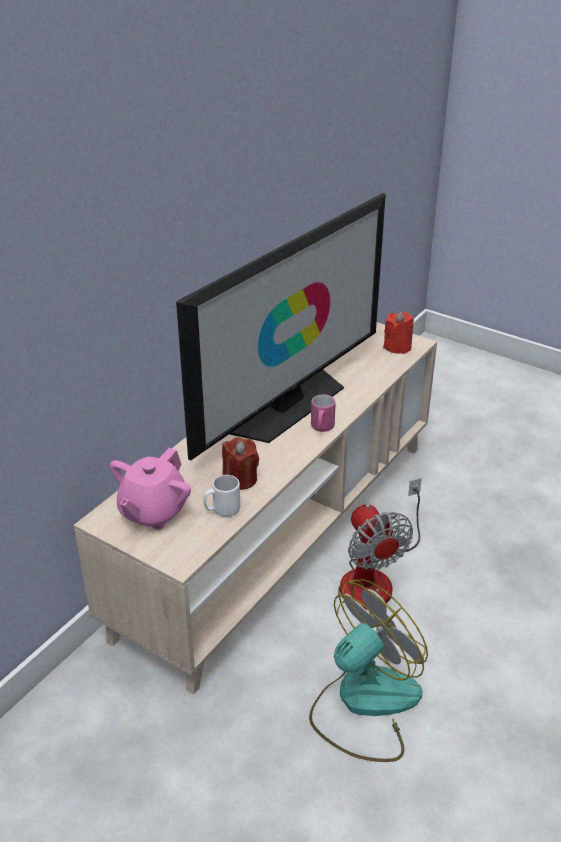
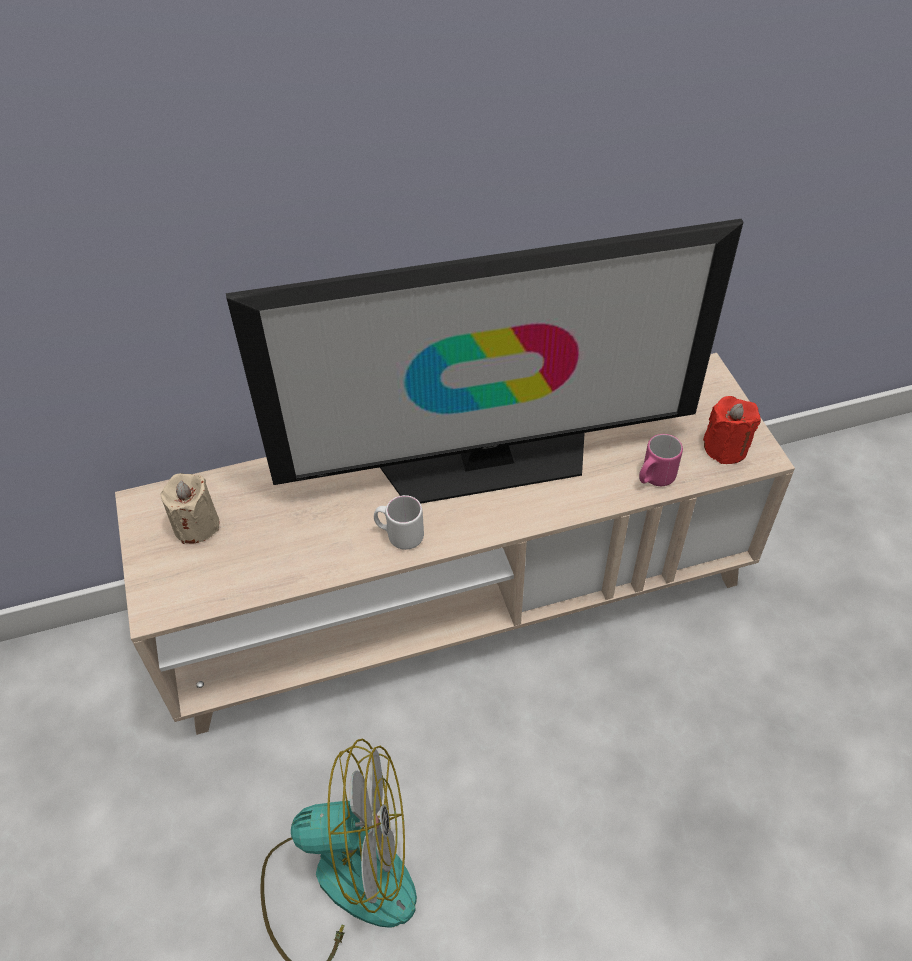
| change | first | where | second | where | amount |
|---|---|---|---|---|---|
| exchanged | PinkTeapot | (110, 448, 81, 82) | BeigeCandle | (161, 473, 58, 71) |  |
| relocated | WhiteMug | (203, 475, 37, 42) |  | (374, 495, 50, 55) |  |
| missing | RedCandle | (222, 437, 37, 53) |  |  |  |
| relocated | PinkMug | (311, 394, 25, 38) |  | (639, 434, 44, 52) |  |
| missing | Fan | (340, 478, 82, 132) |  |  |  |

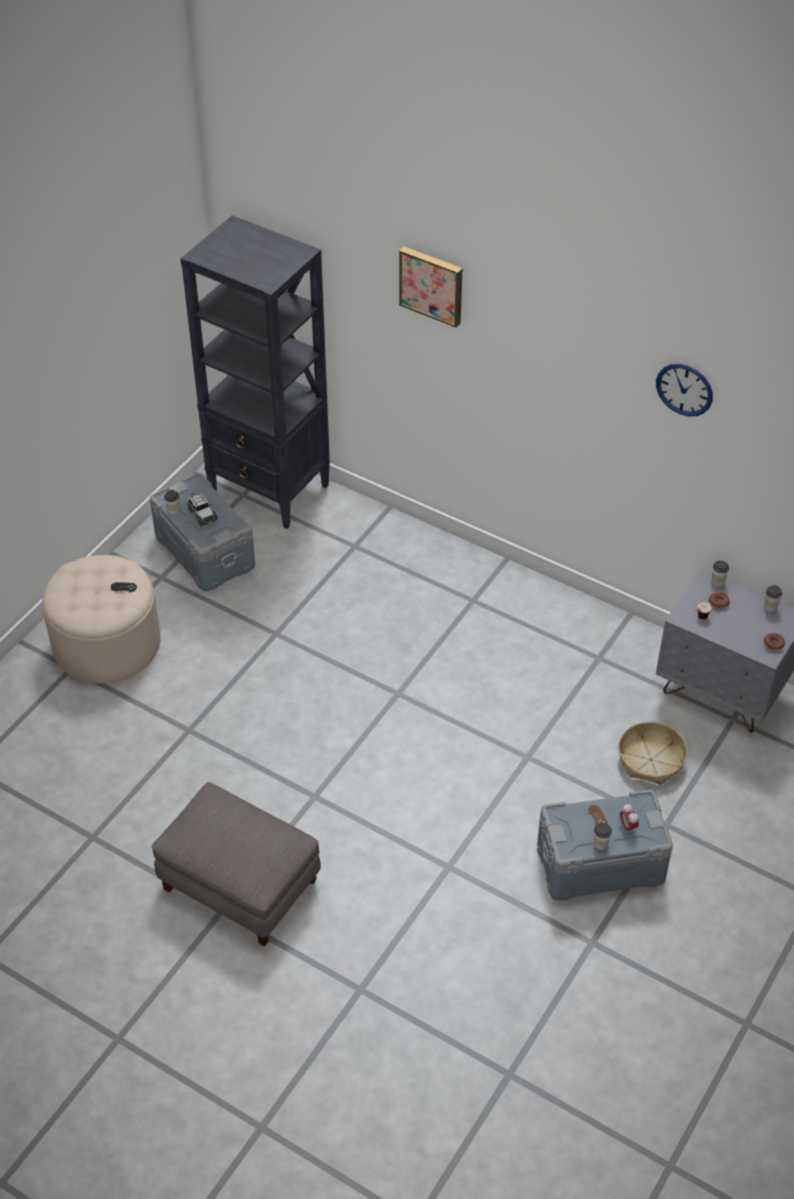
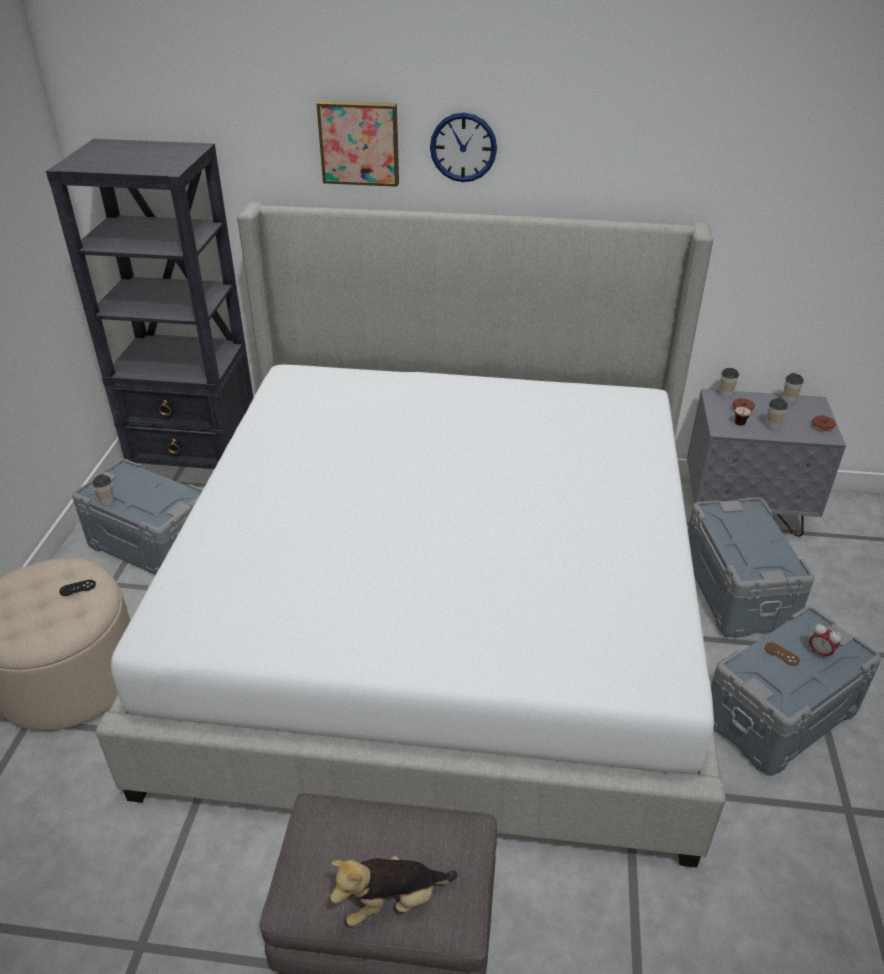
| change | first | where | second | where | amount |
|---|---|---|---|---|---|
| missing | ToyCar | (187, 492, 31, 34) |  |  |  |
| relocated | Cup | (594, 823, 18, 27) |  | (766, 398, 22, 32) |  |
| exchanged | Basket | (619, 722, 69, 63) | GreyStorageBox | (688, 497, 127, 141) |  |
| relocated | WallClock | (656, 364, 57, 52) |  | (430, 113, 67, 69) |  |
| appeared |  |  | Bed | (96, 202, 629, 665) |  |
| appeared |  |  | PlushToy | (330, 856, 128, 70) |  |

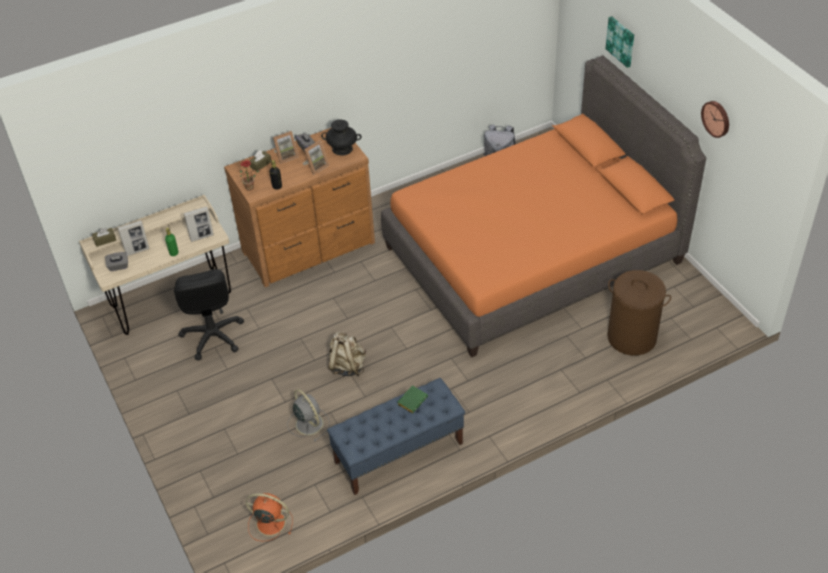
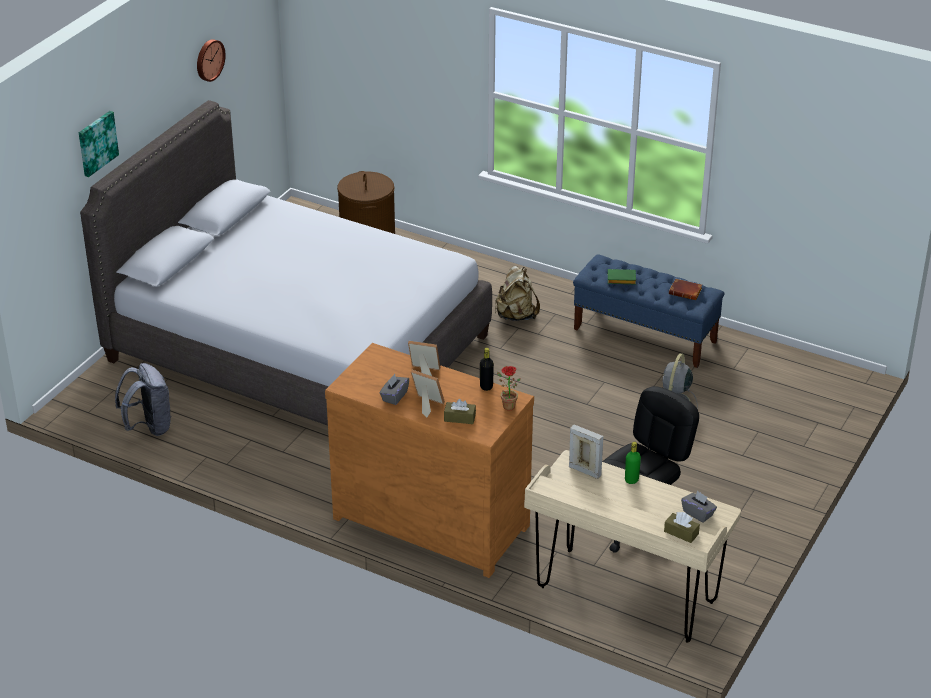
| change | first | where | second | where | amount |
|---|---|---|---|---|---|
| missing | PictureFrame | (118, 220, 31, 36) |  |  |  |
| missing | OrangeFan | (246, 493, 47, 49) |  |  |  |
| missing | BlackVase | (321, 120, 41, 36) |  |  |  |
| relocated | BeigeBackpack | (328, 332, 38, 44) |  | (495, 266, 45, 55) |  |
| colour | OrangeBed | (381, 55, 325, 302) | GreyBed | (80, 100, 412, 326) |  |
| appeared |  |  | BrownBook | (669, 279, 33, 21) |  |

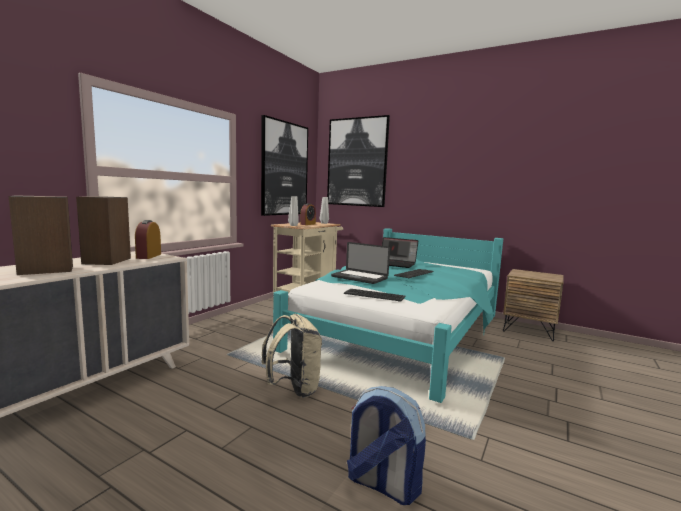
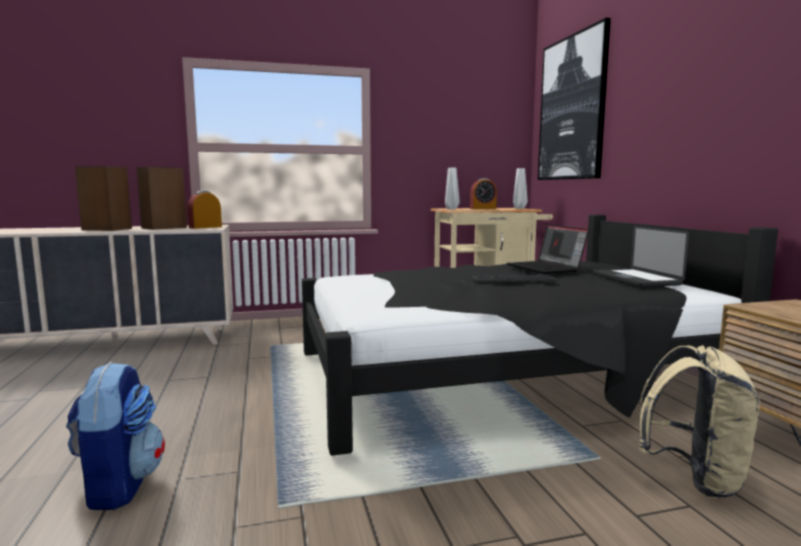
| change | first | where | second | where | amount |
|---|---|---|---|---|---|
| missing | Picture | (261, 115, 47, 101) |  |  |  |
| relocated | BeigeBackpack | (261, 314, 61, 84) |  | (639, 345, 121, 153) |  |
| colour | TurquoiseBed | (273, 228, 230, 175) | BlackBed | (302, 215, 476, 241) |  |
| relocated | Laptop | (331, 242, 59, 42) |  | (593, 226, 96, 61) |  |
| missing | Keyboard | (344, 289, 61, 13) |  |  |  |

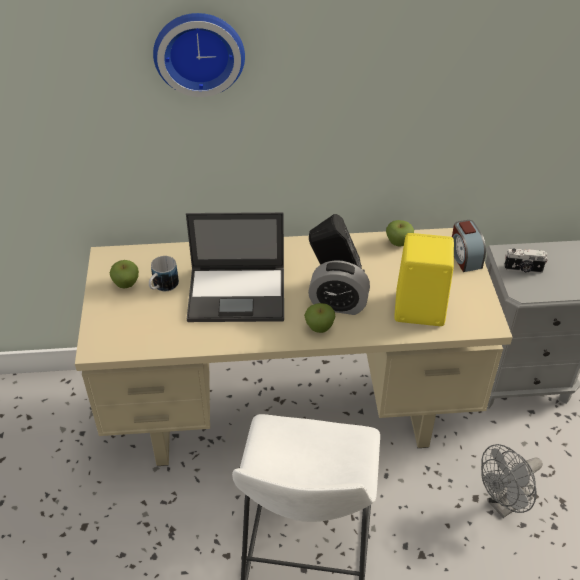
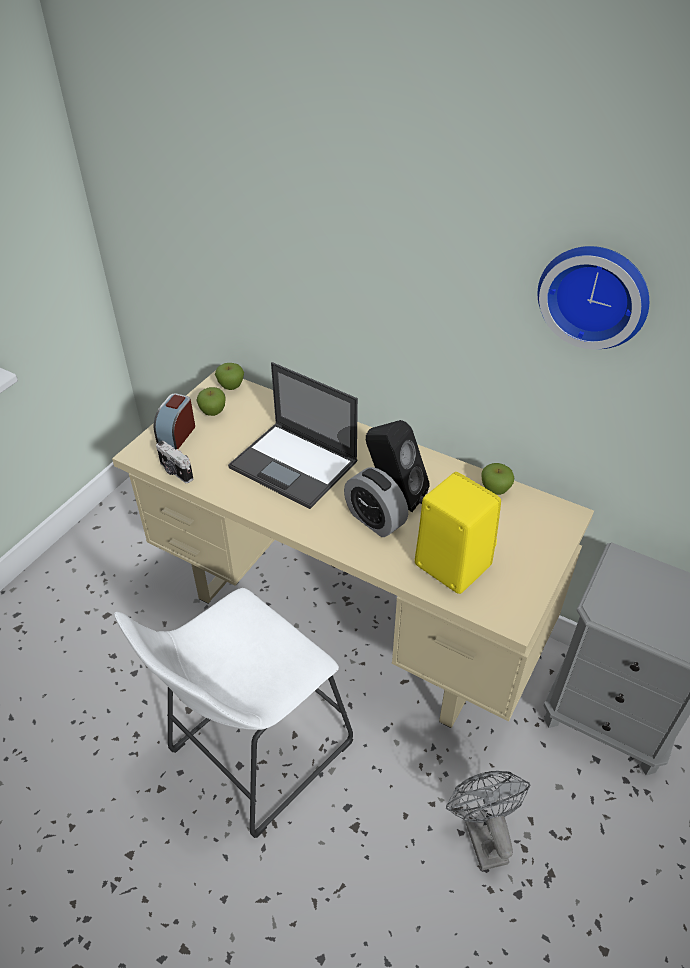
| change | first | where | second | where | amount |
|---|---|---|---|---|---|
| missing | Mug | (149, 256, 30, 35) |  |  |  |
| relocated | WallClock | (153, 13, 92, 84) |  | (538, 246, 111, 103) |  |
| relocated | Apple | (304, 303, 32, 30) |  | (215, 363, 29, 27) |  |
| relocated | AlarmClock | (452, 220, 34, 52) |  | (154, 393, 41, 56) |  |
| spun | GreyFan | (481, 444, 62, 74) |  | (446, 771, 85, 100) | 75 degrees clockwise |
| relocated | PhotoCamera | (504, 248, 44, 25) |  | (156, 441, 37, 42) |  |

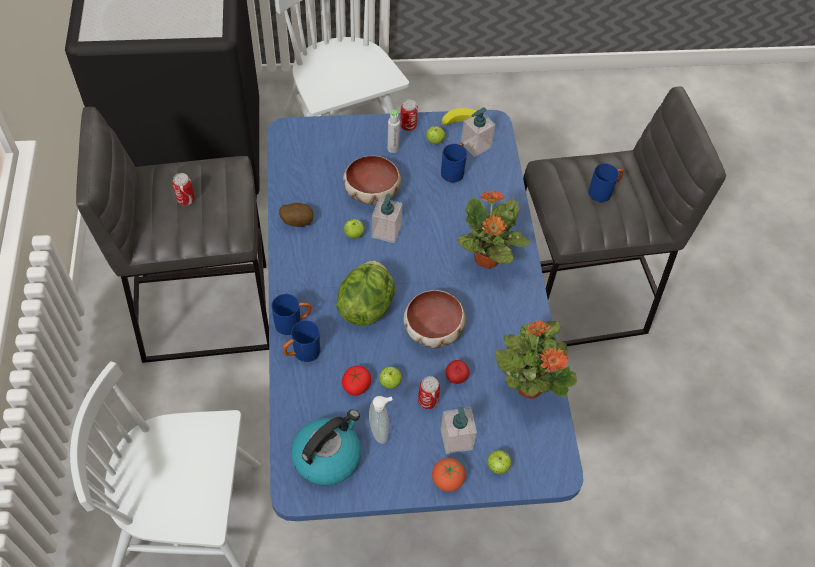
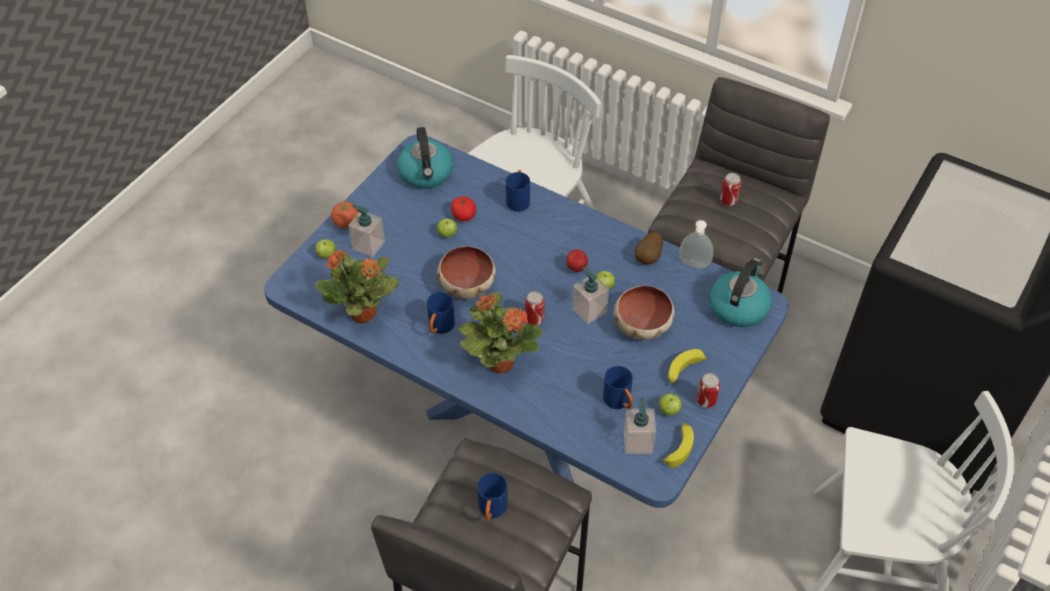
| change | first | where | second | where | amount |
|---|---|---|---|---|---|
| relocated | BlueMug | (271, 294, 40, 41) |  | (427, 292, 28, 42) |  |
| missing | Lettuce | (336, 261, 59, 65) |  |  |  |
| relocated | SoapDispenser | (369, 396, 23, 48) |  | (679, 220, 34, 49) |  |
| exchanged | GreyBottle | (387, 110, 13, 43) | Banana | (668, 349, 40, 35) |  |
| relocated | Can | (418, 376, 22, 33) |  | (525, 291, 20, 34) |  |
| relocated | Apple | (446, 360, 23, 24) |  | (566, 250, 22, 22) |  |
| appeared |  |  | Kettle | (709, 258, 63, 69) |  |

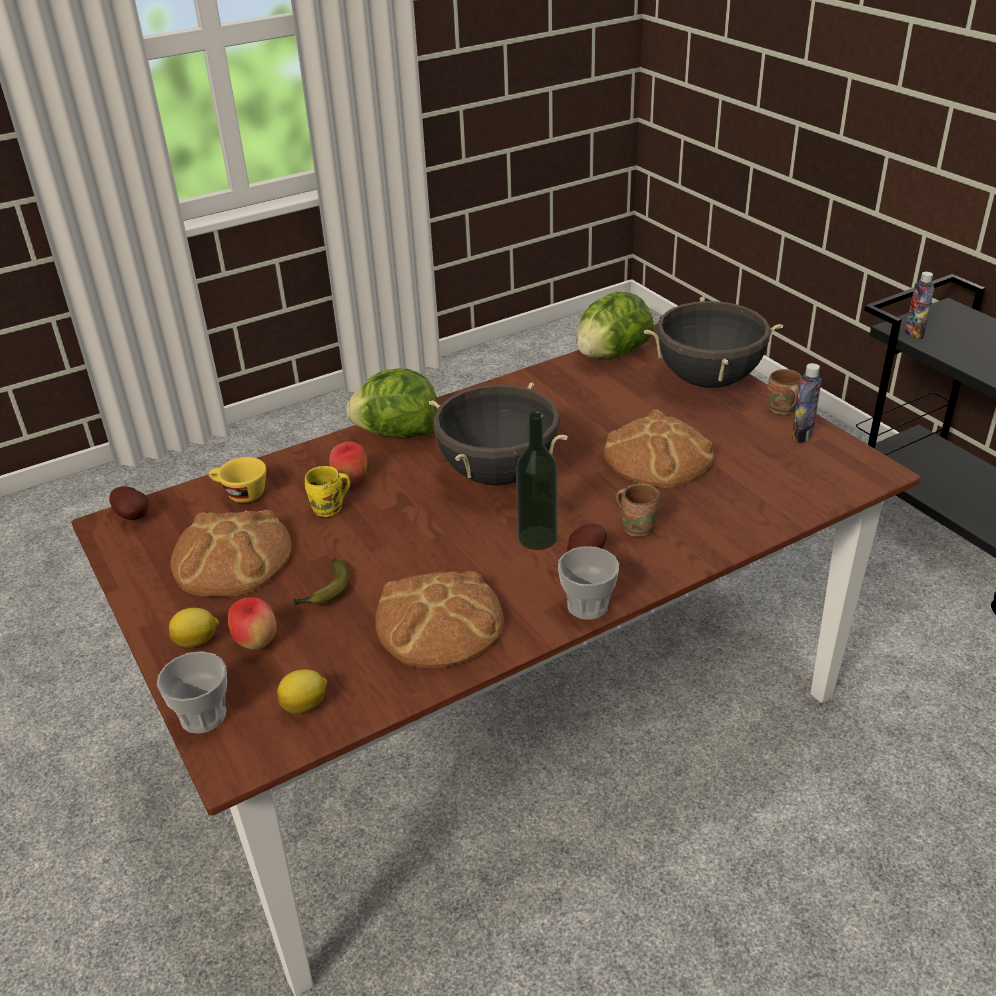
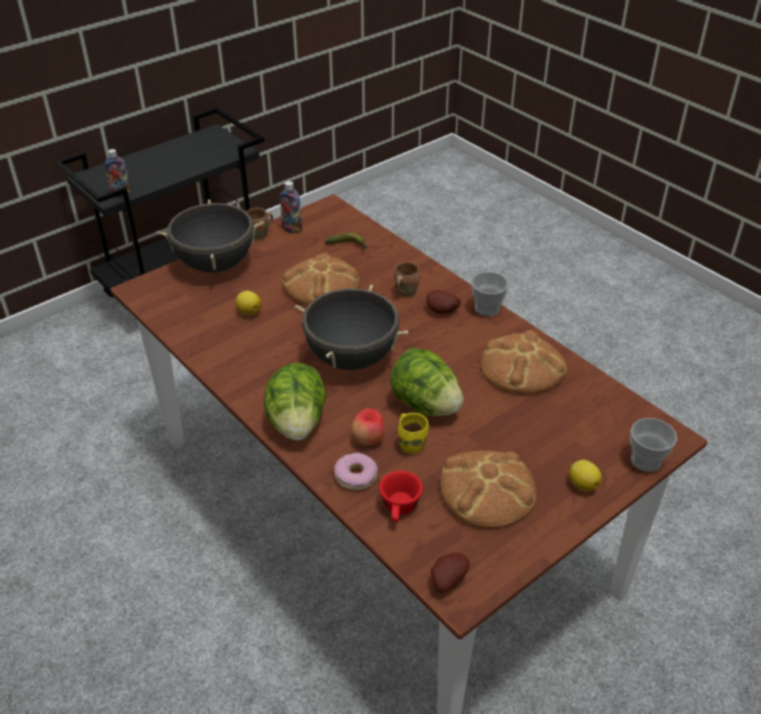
| change | first | where | second | where | amount |
|---|---|---|---|---|---|
| colour | YellowCup | (209, 457, 57, 46) | RedCup | (379, 471, 44, 51) |  |
| missing | Apple | (228, 597, 49, 53) |  |  |  |
| relocated | Lemon | (277, 670, 50, 44) |  | (236, 291, 25, 24) |  |
| relocated | Banana | (293, 558, 56, 47) |  | (325, 233, 42, 16) |  |
| missing | Bottle | (516, 412, 42, 138) |  |  |  |
| relocated | Lettuce | (576, 292, 78, 68) |  | (390, 348, 74, 68) |  |
| appeared |  |  | Donut | (334, 453, 44, 37) |  |

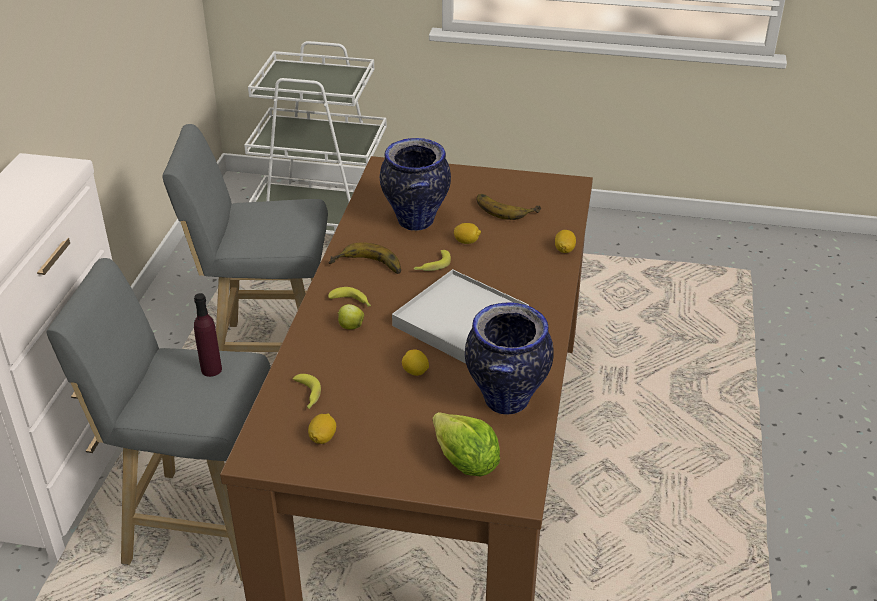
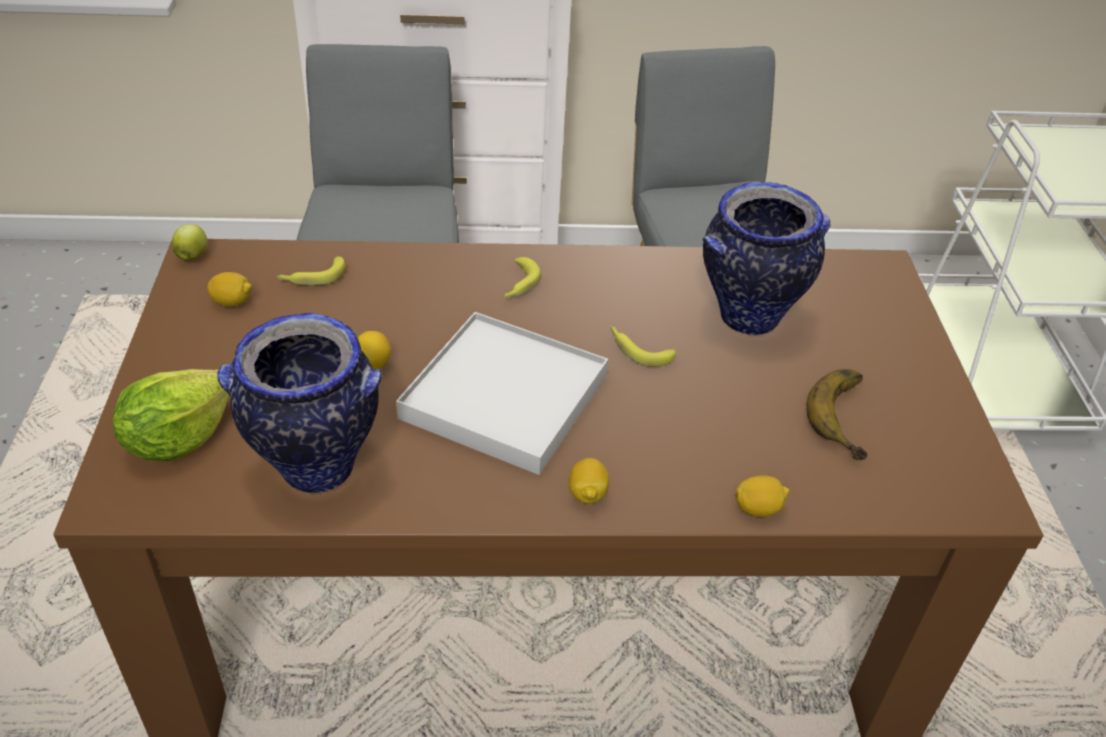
| change | first | where | second | where | amount |
|---|---|---|---|---|---|
| missing | PurpleBottle | (194, 293, 28, 84) |  |  |  |
| missing | Banana | (329, 242, 72, 32) |  |  |  |
| relocated | Apple | (338, 304, 26, 25) |  | (172, 224, 36, 37) |  |
| relocated | Lemon | (454, 223, 27, 21) |  | (569, 458, 40, 46) |  |

